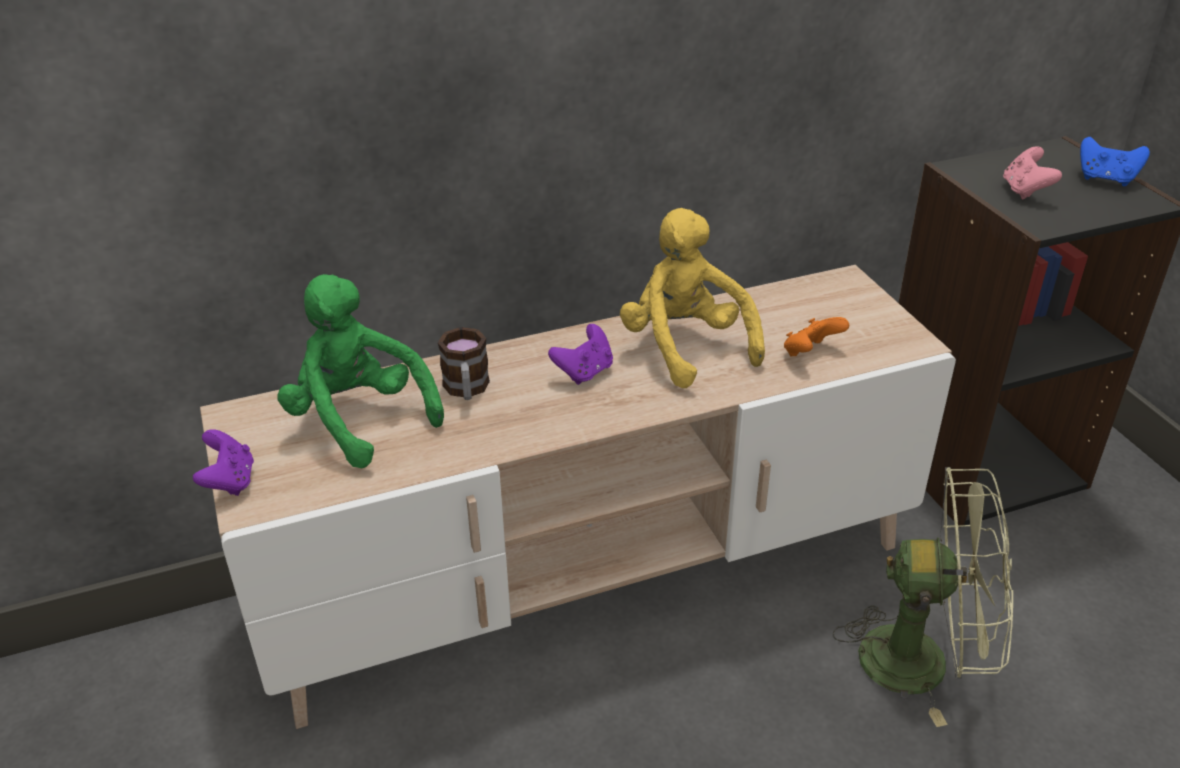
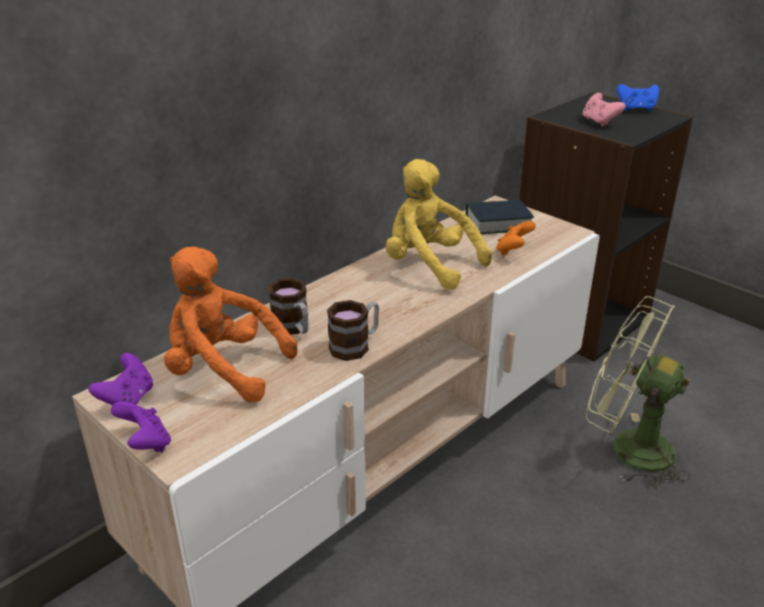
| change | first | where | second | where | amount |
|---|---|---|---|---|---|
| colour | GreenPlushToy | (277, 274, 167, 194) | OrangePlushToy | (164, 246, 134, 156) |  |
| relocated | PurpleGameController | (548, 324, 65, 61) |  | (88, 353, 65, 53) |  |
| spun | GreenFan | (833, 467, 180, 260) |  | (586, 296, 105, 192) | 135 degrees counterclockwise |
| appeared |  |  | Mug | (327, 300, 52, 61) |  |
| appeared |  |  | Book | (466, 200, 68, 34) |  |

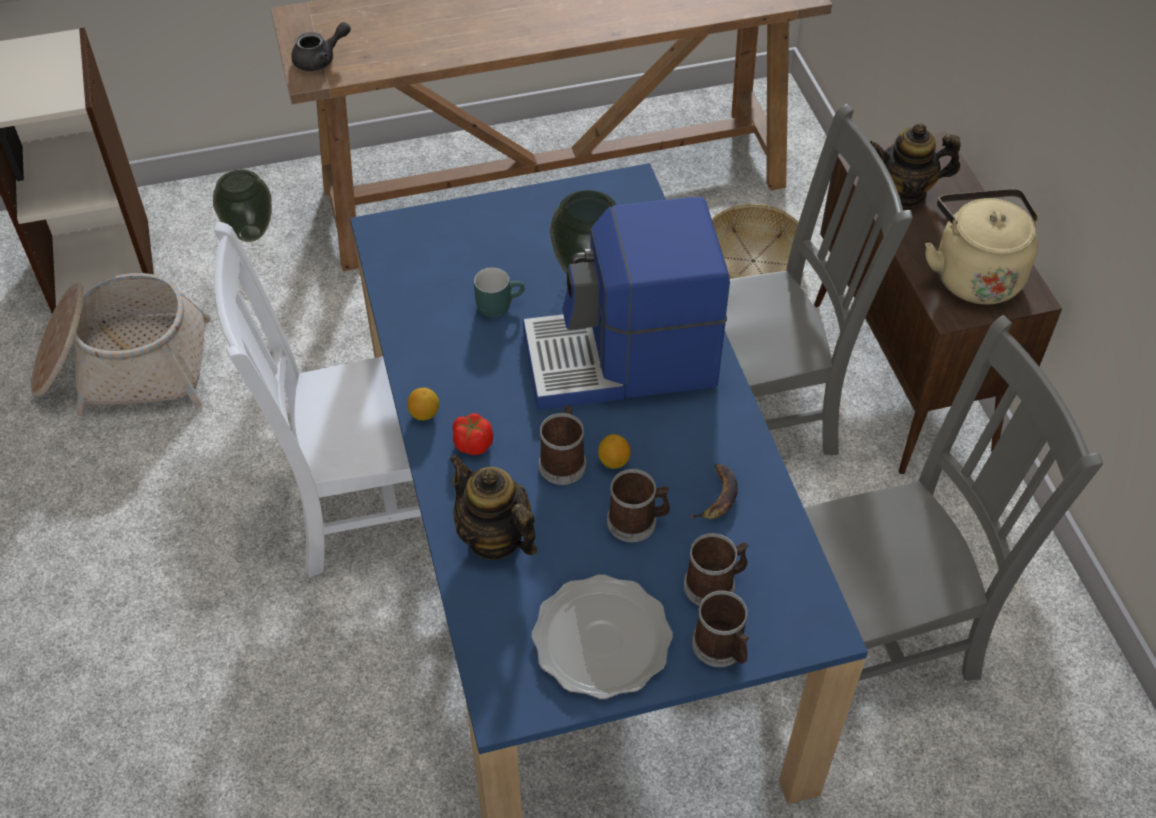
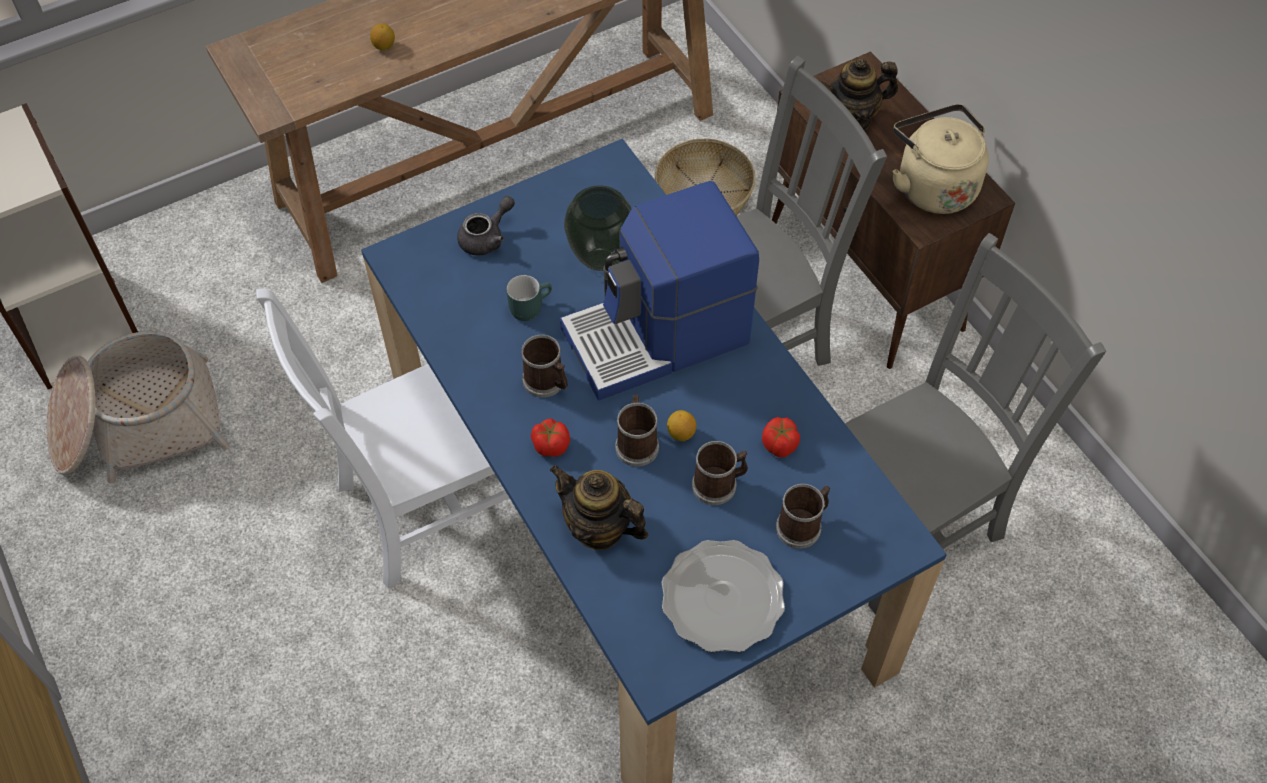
| change | first | where | second | where | amount |
|---|---|---|---|---|---|
| missing | Vase | (213, 170, 59, 72) |  |  |  |
| relocated | GreyTeapot | (291, 22, 60, 49) |  | (457, 196, 58, 60) |  |
| relocated | Lemon | (407, 388, 32, 32) |  | (370, 23, 25, 27) |  |
| exchanged | Banana | (688, 464, 50, 55) | Tomato | (762, 417, 38, 40) |  |
| relocated | Mug | (692, 591, 57, 76) |  | (521, 335, 47, 63) |  |

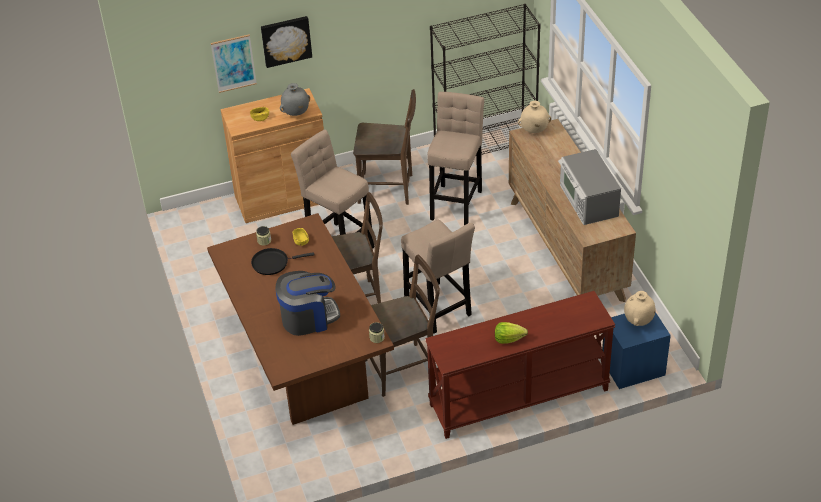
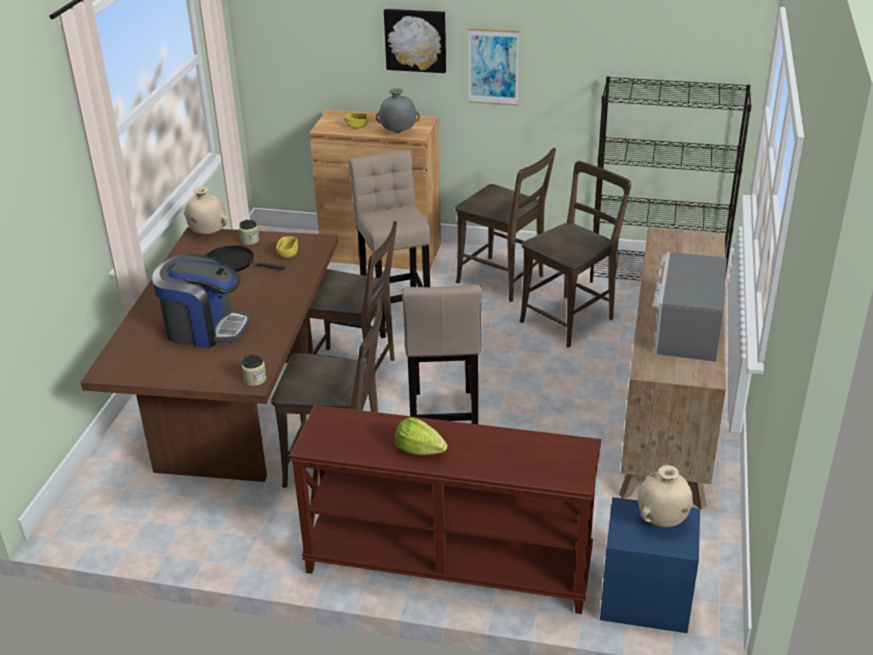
| change | first | where | second | where | amount |
|---|---|---|---|---|---|
| relocated | Picture | (211, 34, 46, 59) |  | (468, 28, 51, 78) |  |
| exchanged | BeigeStool | (427, 92, 57, 133) | BrownChair | (519, 161, 112, 187) |  |
| relocated | BeigeVase | (518, 101, 33, 32) |  | (184, 187, 44, 47) |  |

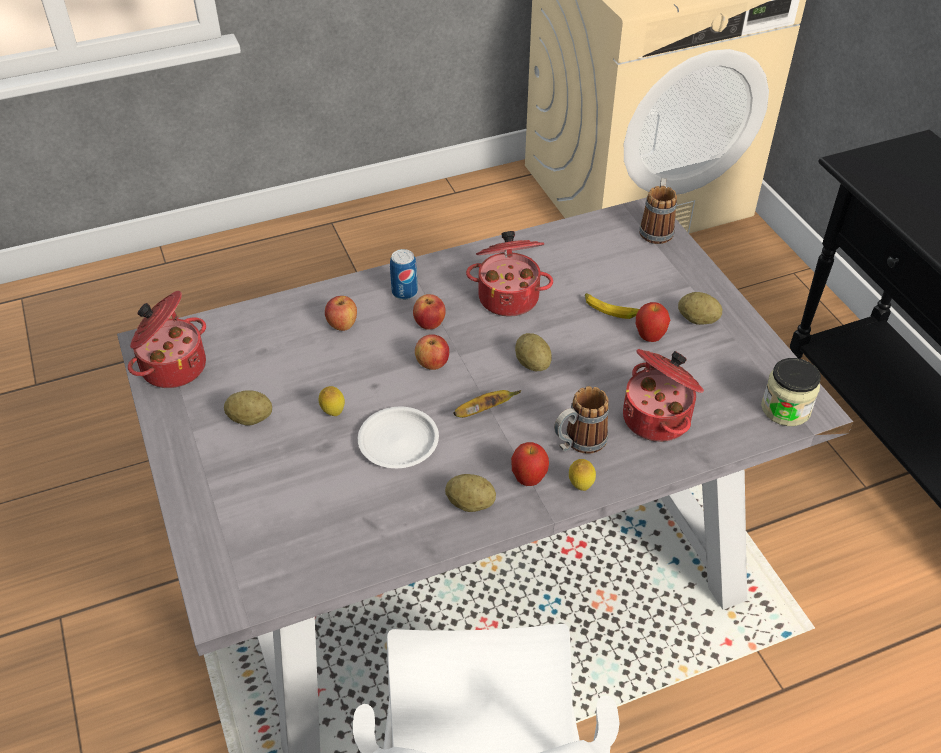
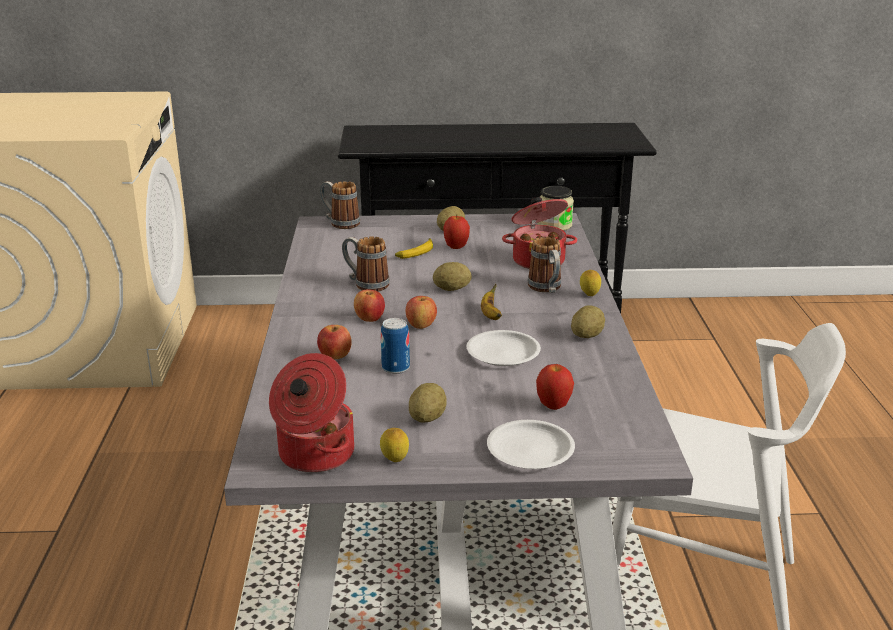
| change | first | where | second | where | amount |
|---|---|---|---|---|---|
| relocated | Lemon | (319, 386, 26, 30) |  | (380, 428, 29, 34) |  |
| relocated | Can | (390, 249, 28, 51) |  | (381, 318, 29, 56) |  |
| exchanged | CookingPot | (466, 231, 87, 86) | Mug | (342, 236, 48, 56) |  |
| relocated | Apple | (511, 442, 38, 44) |  | (536, 364, 38, 46) |  |
| appeared |  |  | WhitePlate | (487, 420, 88, 49) |  |

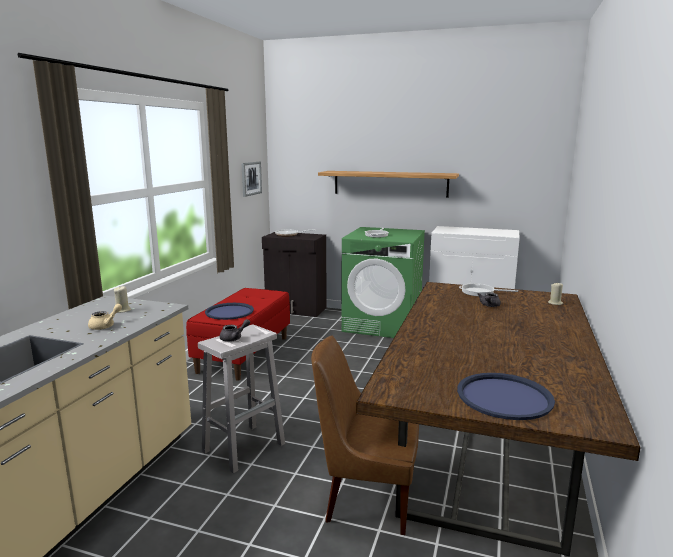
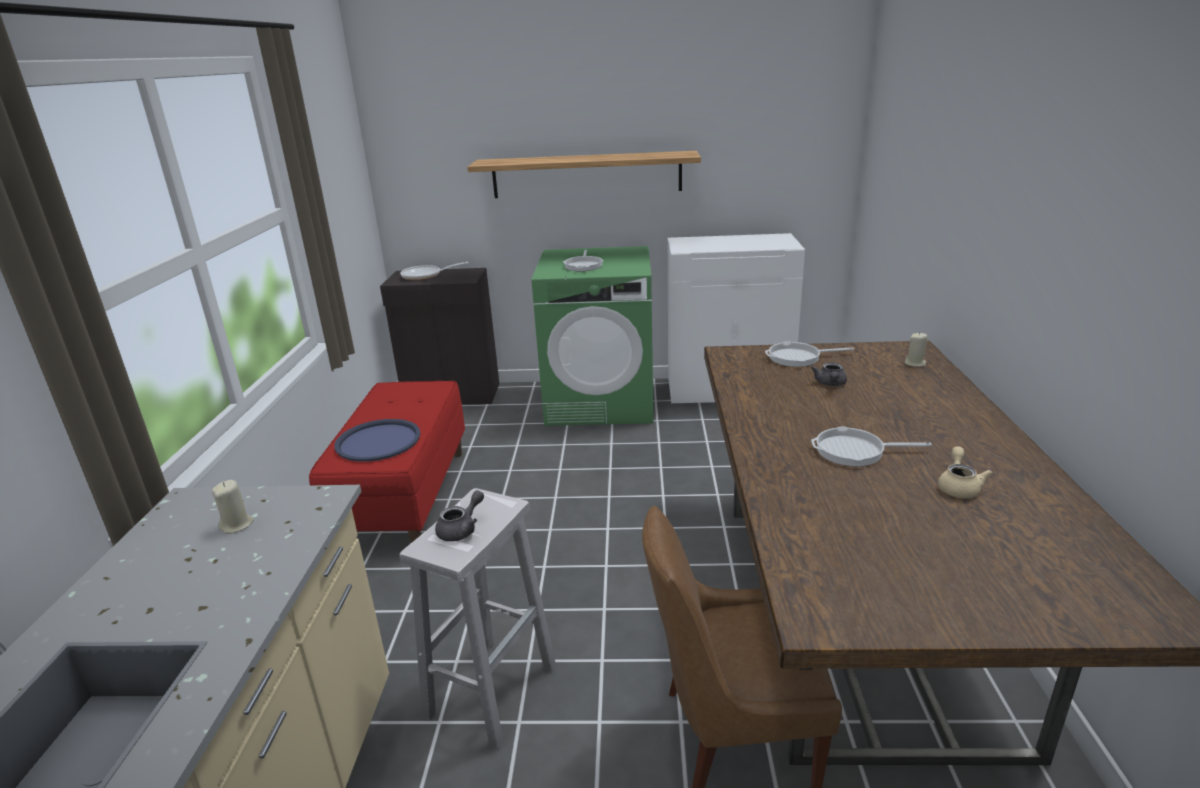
| change | first | where | second | where | amount |
|---|---|---|---|---|---|
| relocated | BeigeTeapot | (88, 304, 34, 26) |  | (938, 446, 55, 52) |  |
| missing | Picture | (241, 162, 21, 35) |  |  |  |
| missing | BlueTray | (457, 373, 98, 47) |  |  |  |
| appeared |  |  | FryingPan | (811, 426, 121, 40) |  |

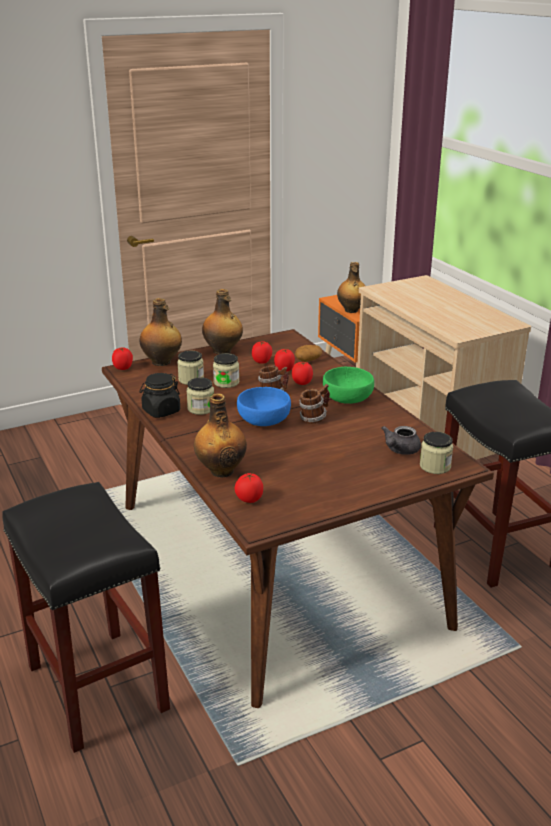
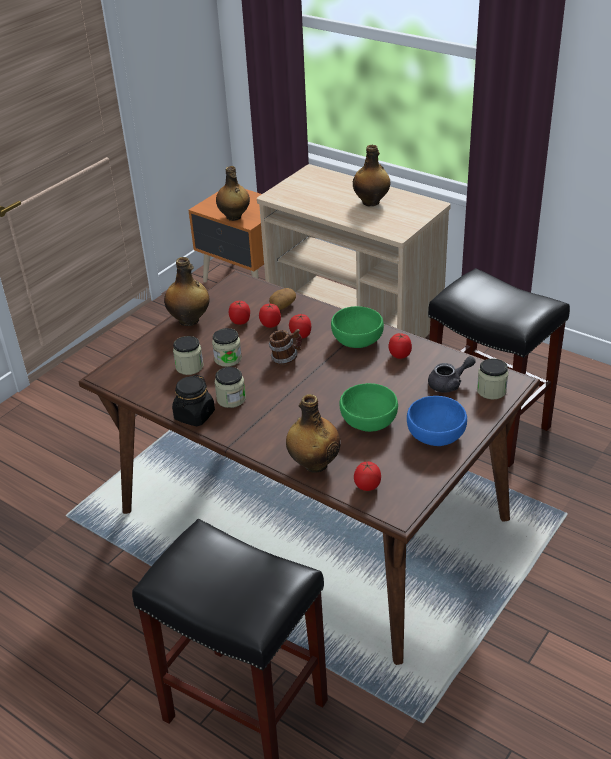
| change | first | where | second | where | amount |
|---|---|---|---|---|---|
| relocated | Tomato | (112, 347, 21, 23) |  | (389, 333, 23, 26) |  |
| relocated | Bottle | (140, 298, 42, 68) |  | (353, 145, 37, 62) |  |
| relocated | BlueBowl | (237, 387, 54, 39) |  | (407, 396, 60, 50) |  |
| missing | Mug | (299, 384, 31, 40) |  |  |  |
| spun | GreyTeapot | (382, 426, 39, 29) |  | (428, 356, 48, 36) | 120 degrees counterclockwise |
| appeared |  |  | GreenBowl | (339, 383, 59, 49) |  |

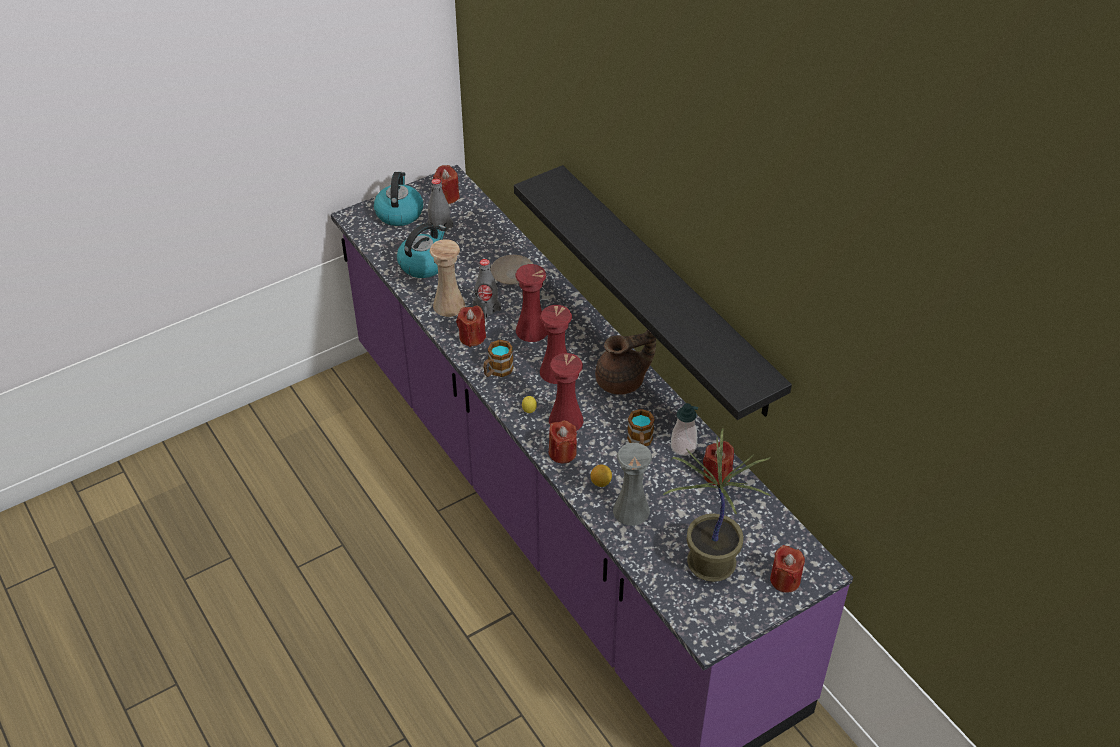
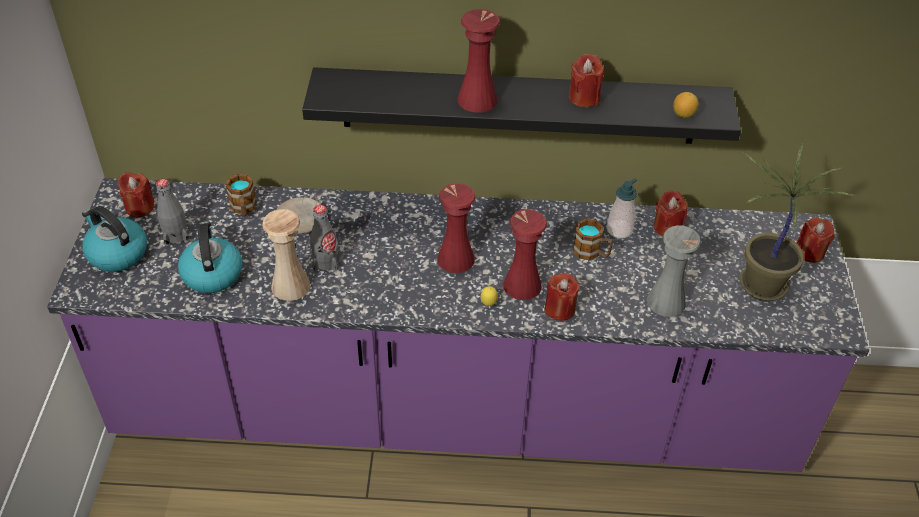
| change | first | where | second | where | amount |
|---|---|---|---|---|---|
| relocated | RedCandle | (456, 306, 30, 41) |  | (569, 54, 35, 53) |  |
| relocated | Mug | (483, 339, 31, 38) |  | (225, 174, 32, 43) |  |
| relocated | RedVase | (516, 264, 32, 78) |  | (457, 9, 43, 104) |  |
| relocated | Lemon | (591, 464, 21, 23) |  | (673, 92, 26, 26) |  |
| missing | BrownTeapot | (595, 329, 61, 66) |  |  |  |

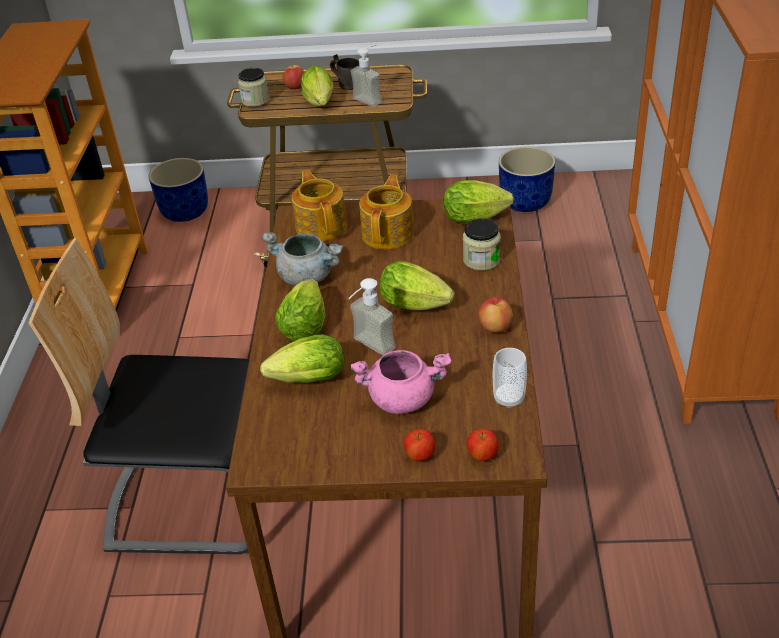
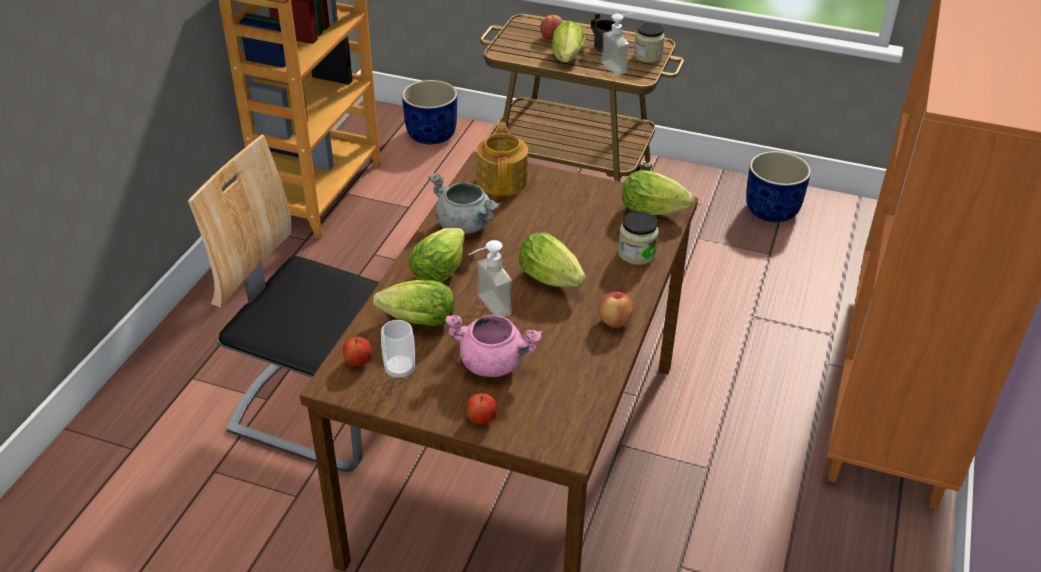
| change | first | where | second | where | amount |
|---|---|---|---|---|---|
| relocated | Jar | (238, 68, 31, 39) |  | (634, 22, 31, 41) |  |
| missing | Teapot | (359, 174, 55, 75) |  |  |  |
| relocated | Apple | (466, 429, 33, 32) |  | (343, 337, 29, 29) |  |
| relocated | Cup | (493, 348, 34, 61) |  | (381, 320, 34, 59) |  |

